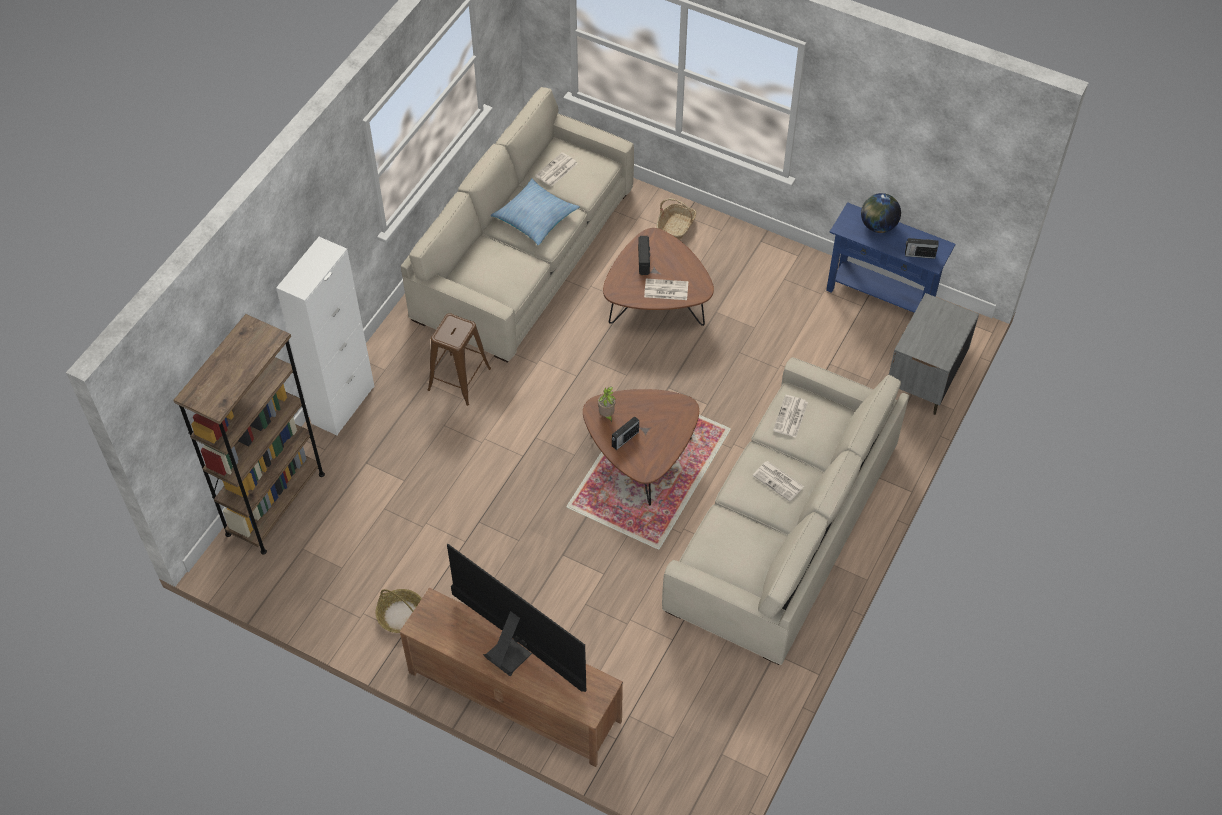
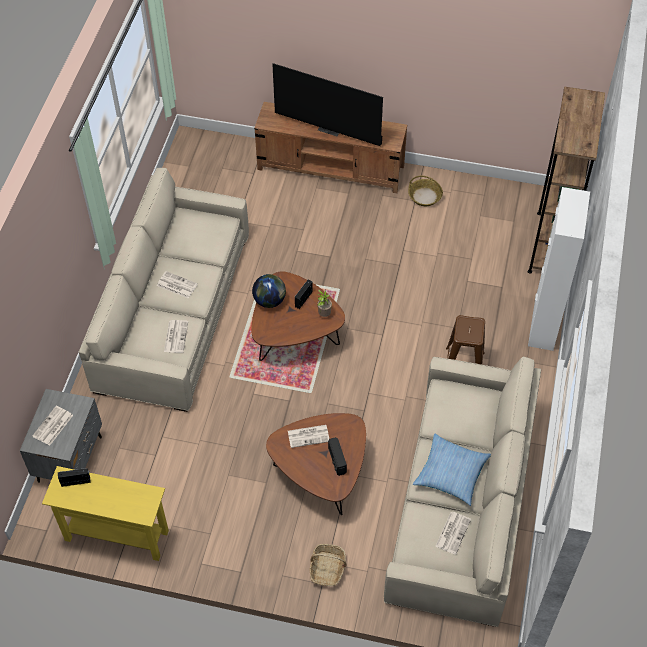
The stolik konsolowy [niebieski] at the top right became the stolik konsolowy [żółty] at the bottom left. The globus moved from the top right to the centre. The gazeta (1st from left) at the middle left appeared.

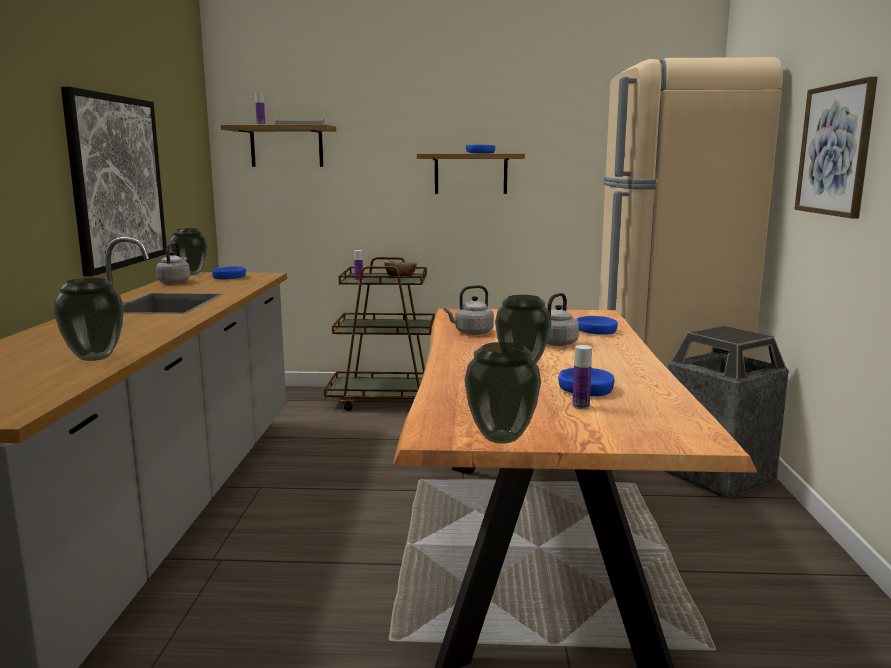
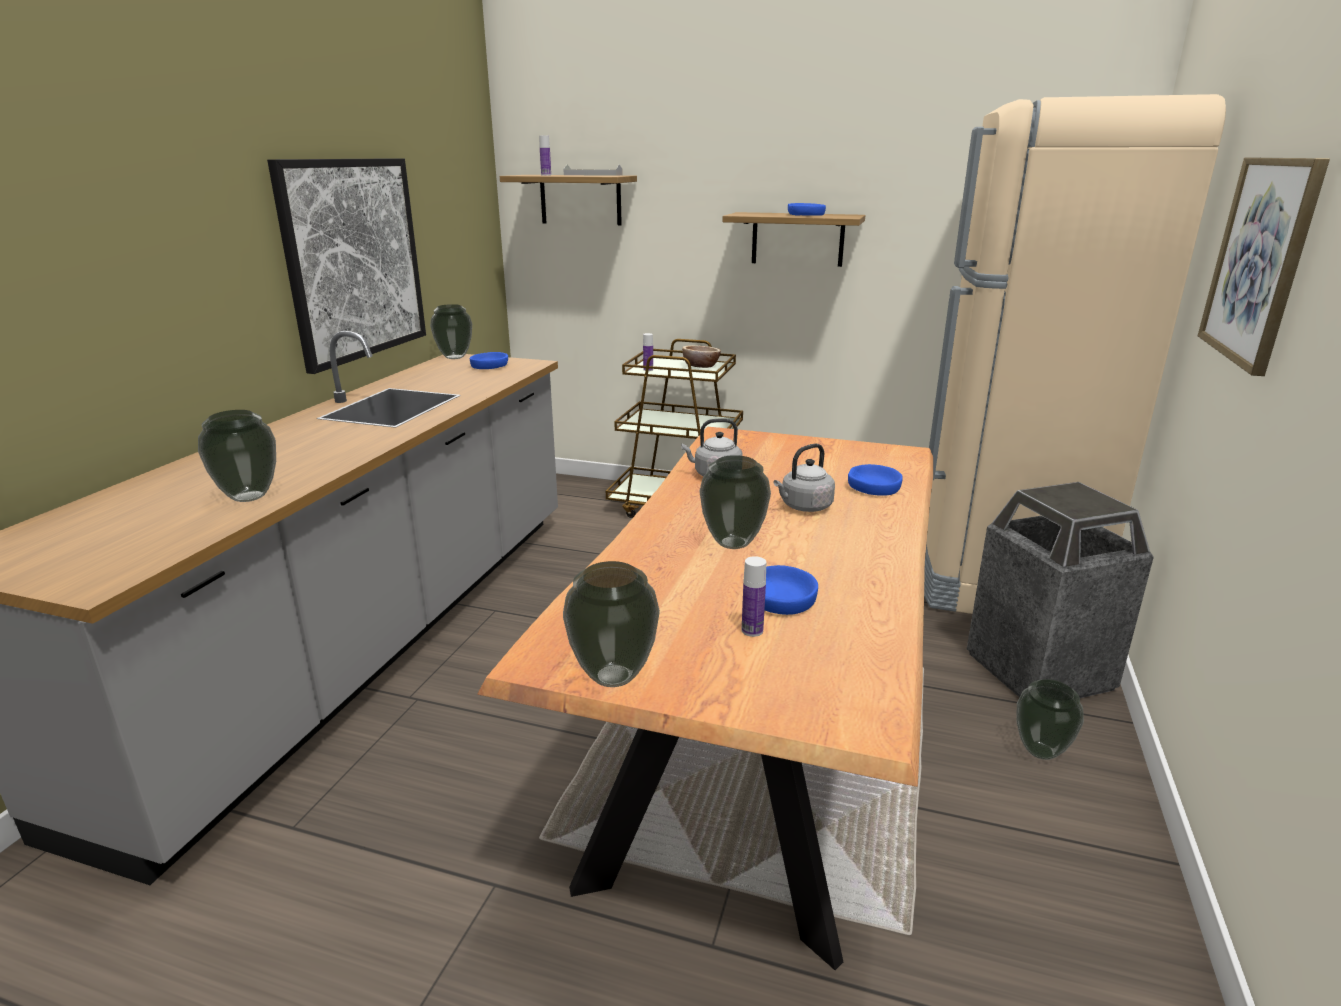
The czajnik [szary] (1st from left) at the middle left disappeared. The wazon (5th from left) at the bottom right appeared.

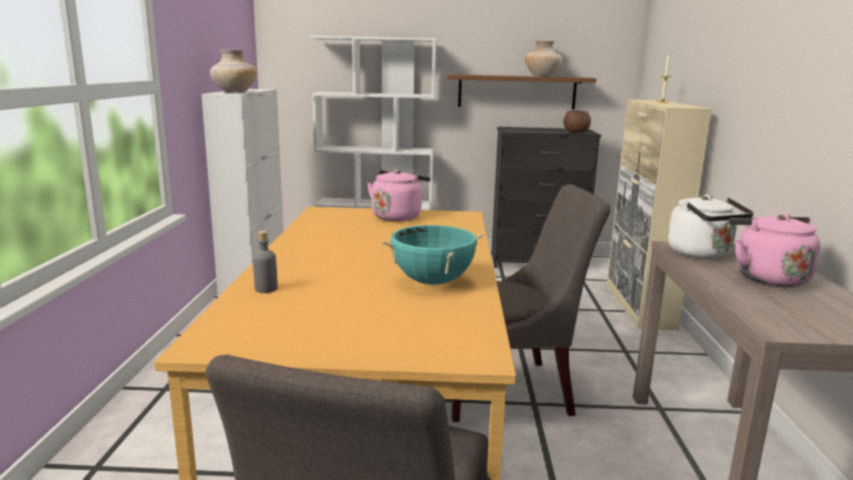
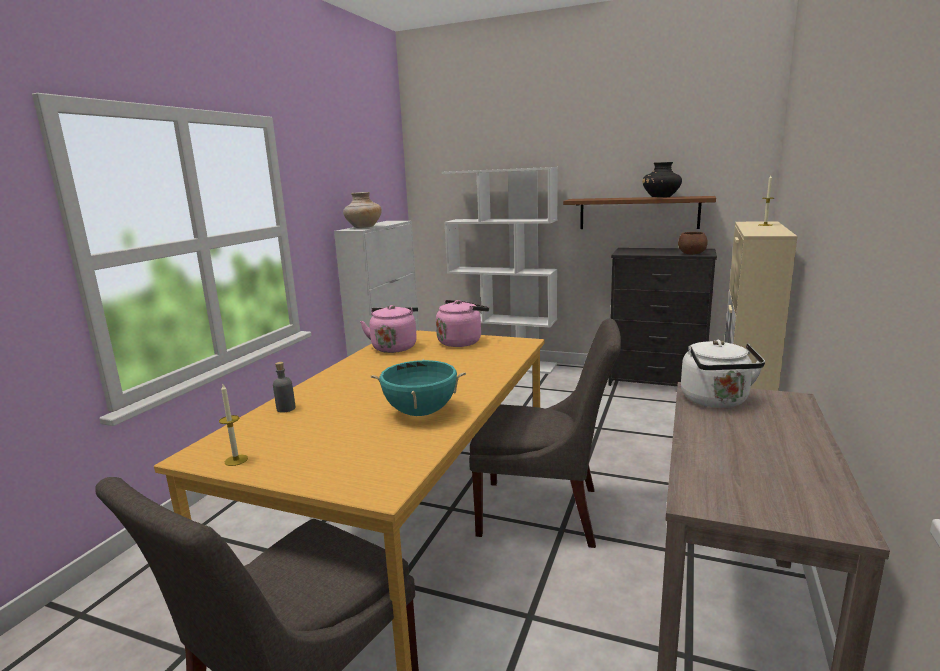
The wazon [beżowy] (2nd from left) at the top centre became the wazon [czarny] at the top right. The czajnik [różowy] (2nd from left in the first image) moved from the middle right to the centre. The świeca (1st from left) at the middle left appeared.

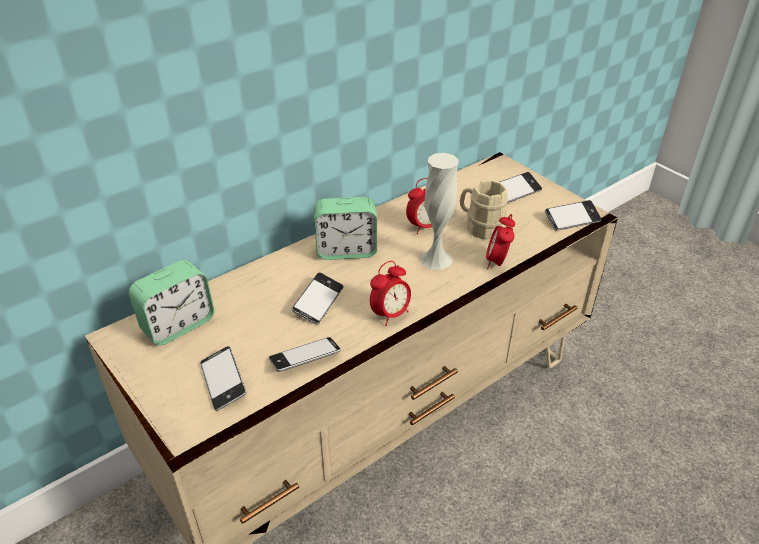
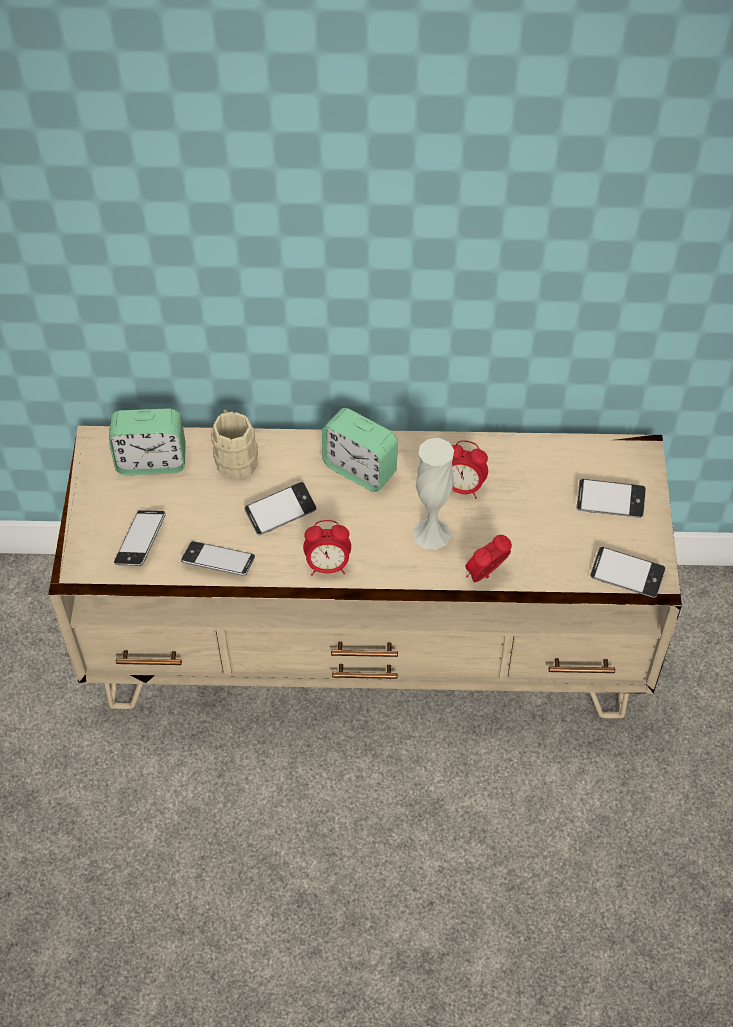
The kubek [beżowy] moved from the centre to the middle left.

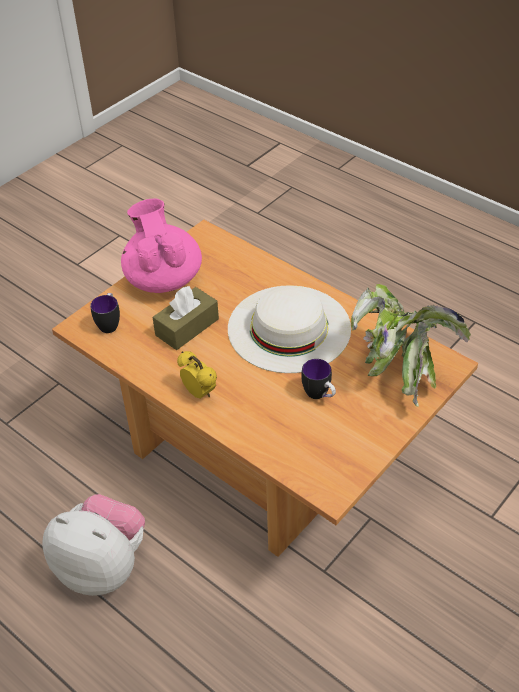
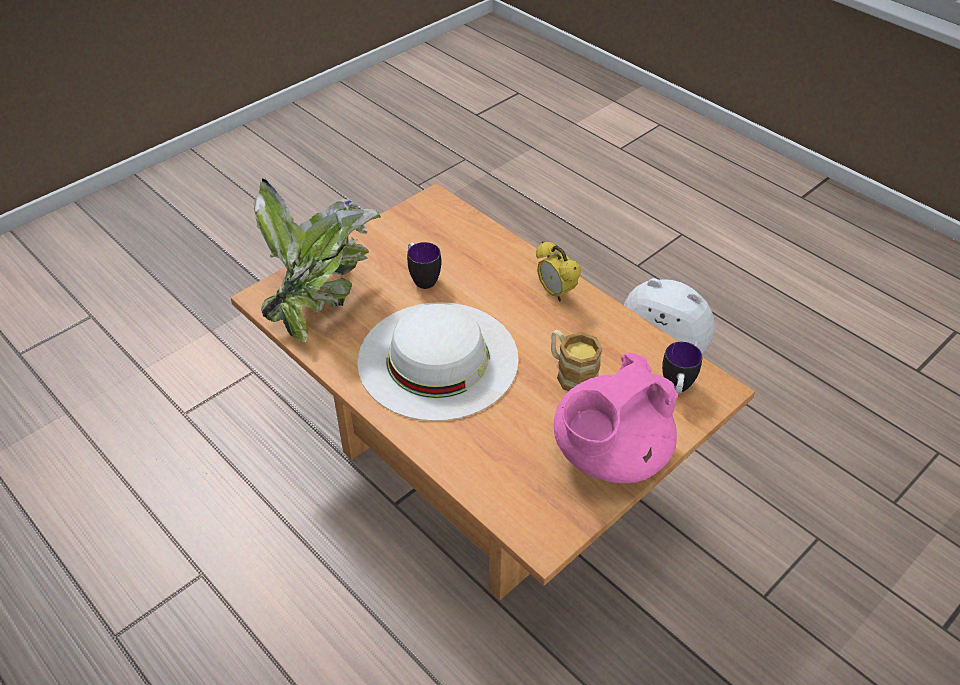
The imbryk [różowy] at the middle left turned 60 degrees clockwise. The pudełko chusteczek [brązowy] at the centre was replaced by the kubek (2nd from left) at the centre.

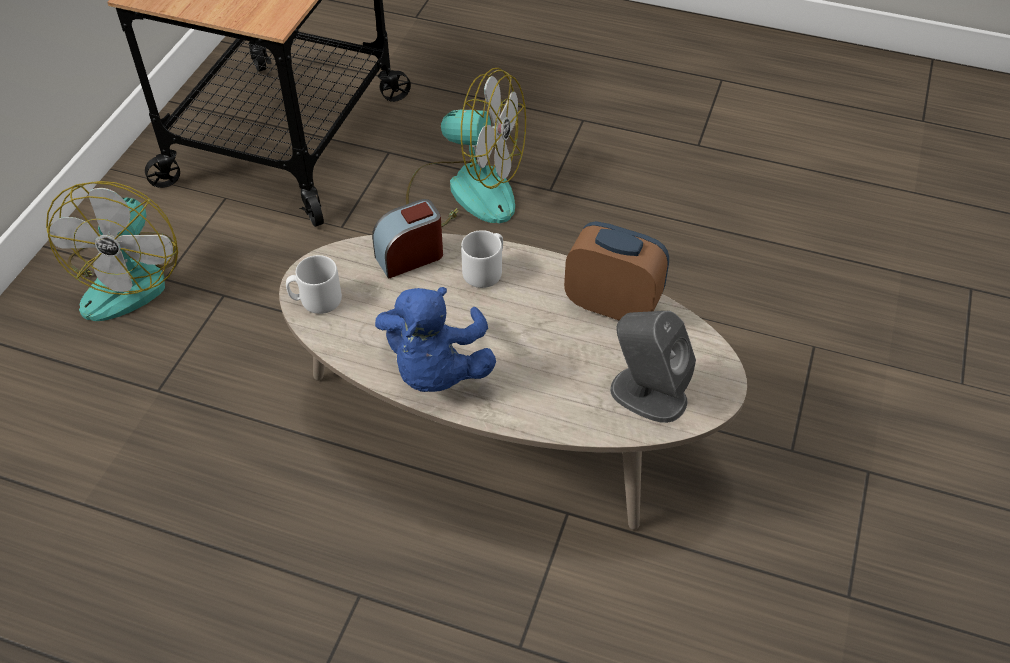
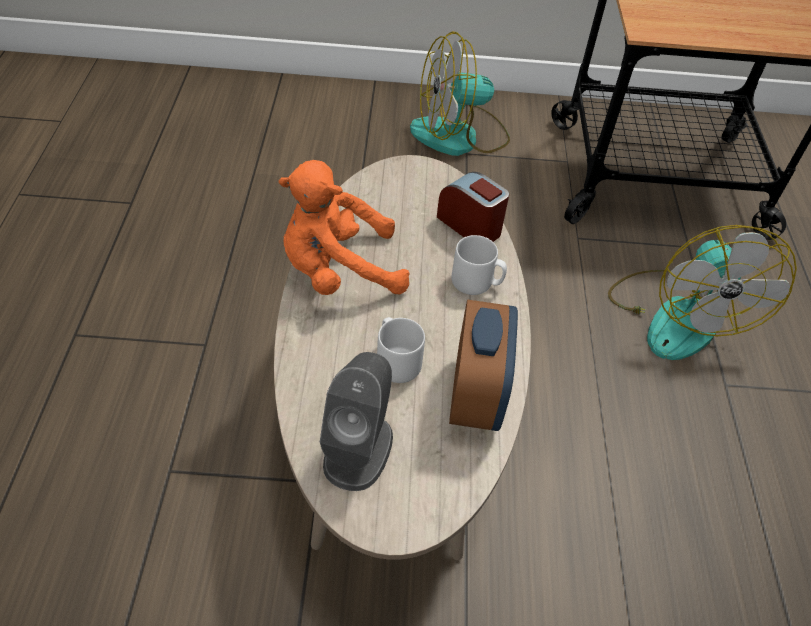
The kubek [szary] (1st from left) moved from the middle left to the centre. The pluszak [niebieski] at the centre became the pluszak [pomarańczowy] at the centre.

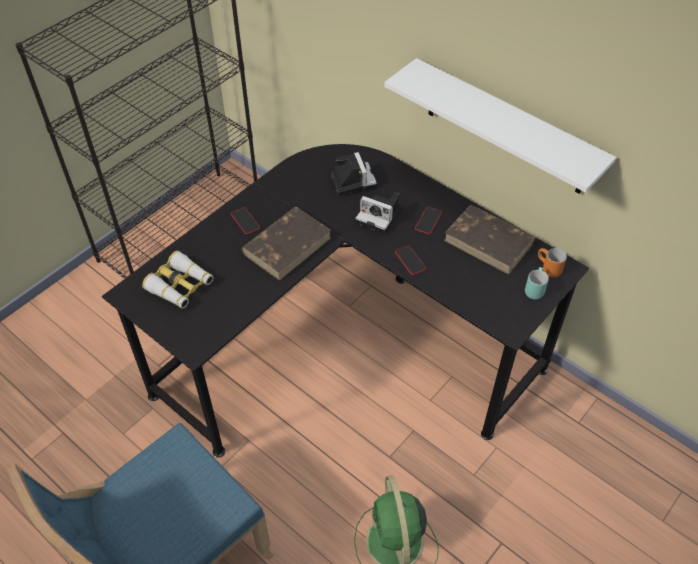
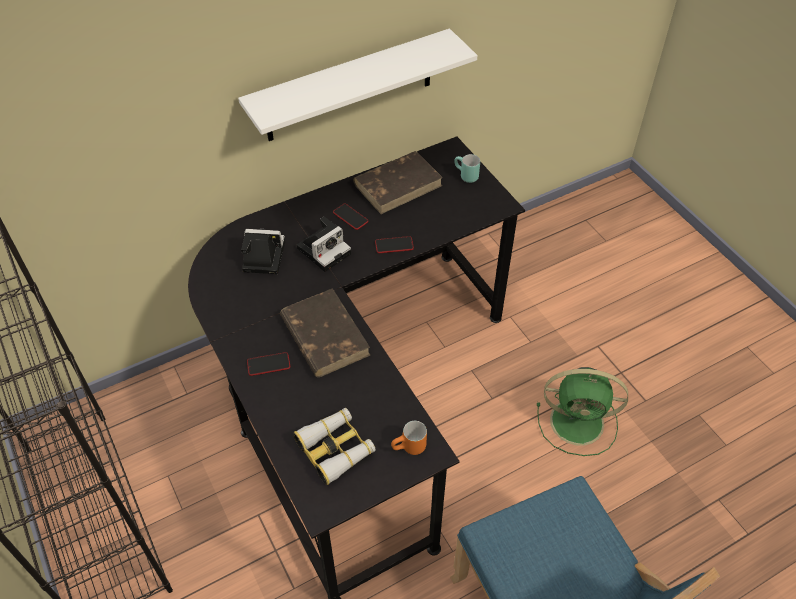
The kubek [pomarańczowy] moved from the middle right to the bottom centre.

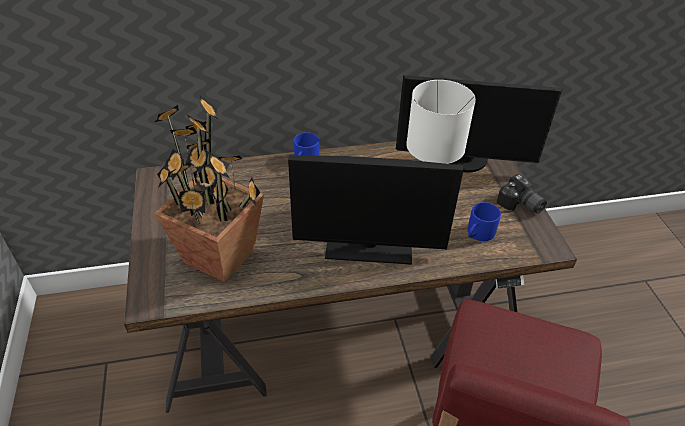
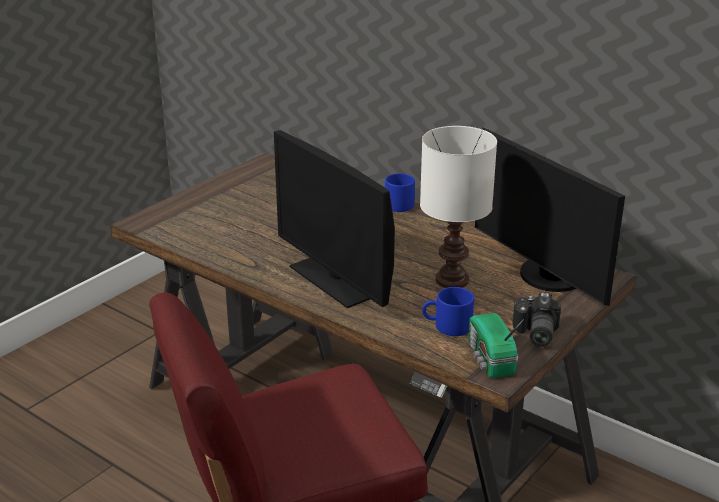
The roślina doniczkowa at the middle left disappeared. The radio at the bottom right appeared.

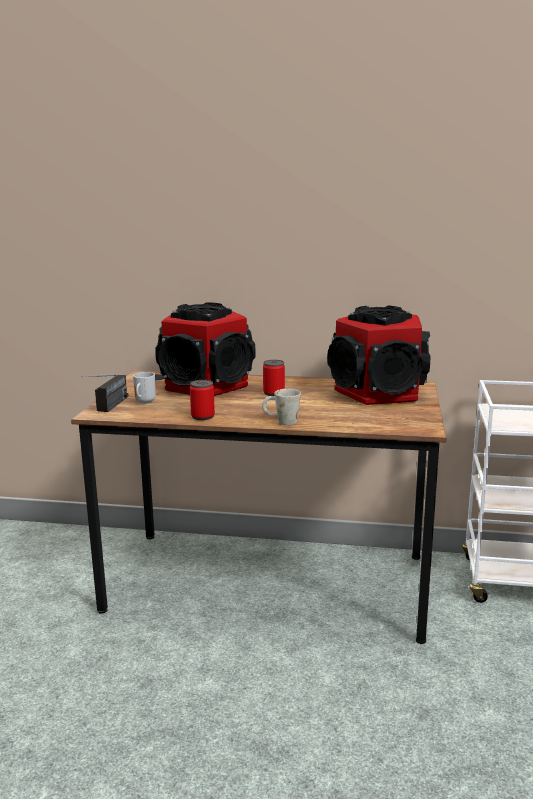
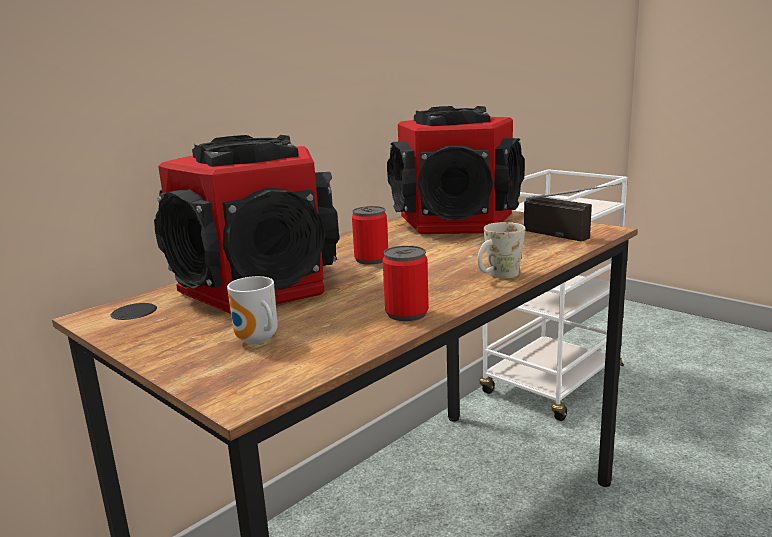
The radio moved from the middle left to the middle right.

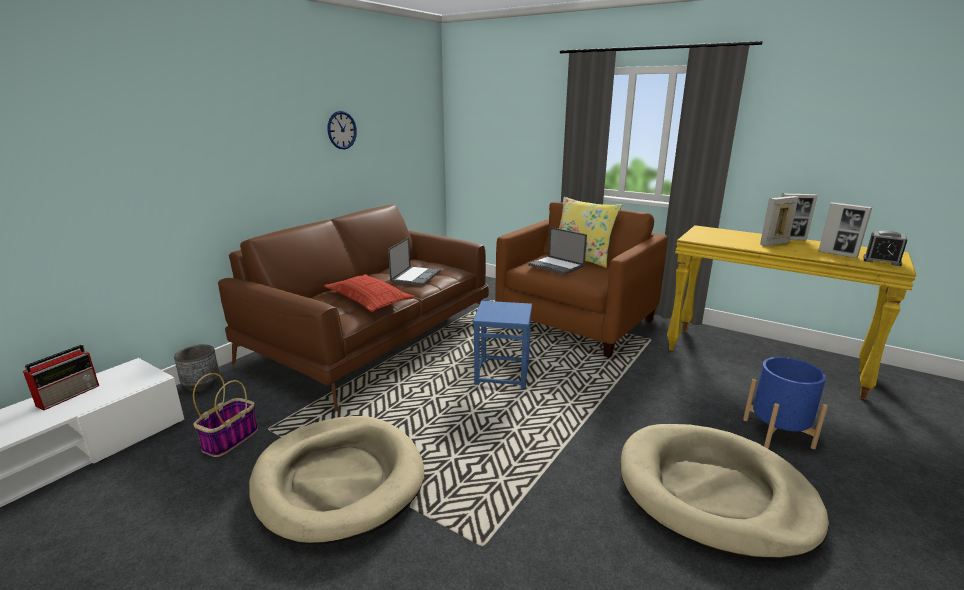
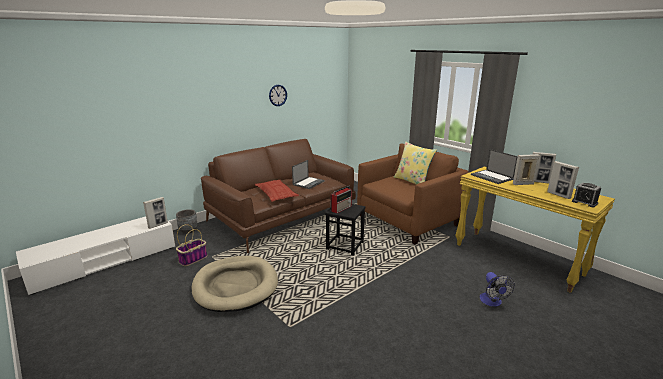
The radio moved from the middle left to the centre. The stołek [niebieski] at the centre became the stołek [czarny] at the centre. The laptop (2nd from left) moved from the centre to the middle right. The legowisko [beżowy] (2nd from left) at the bottom right disappeared. The donica [niebieski] at the bottom right was replaced by the wentylator at the bottom right. The ramka na zdjęcie (1st from left) at the middle left appeared.

